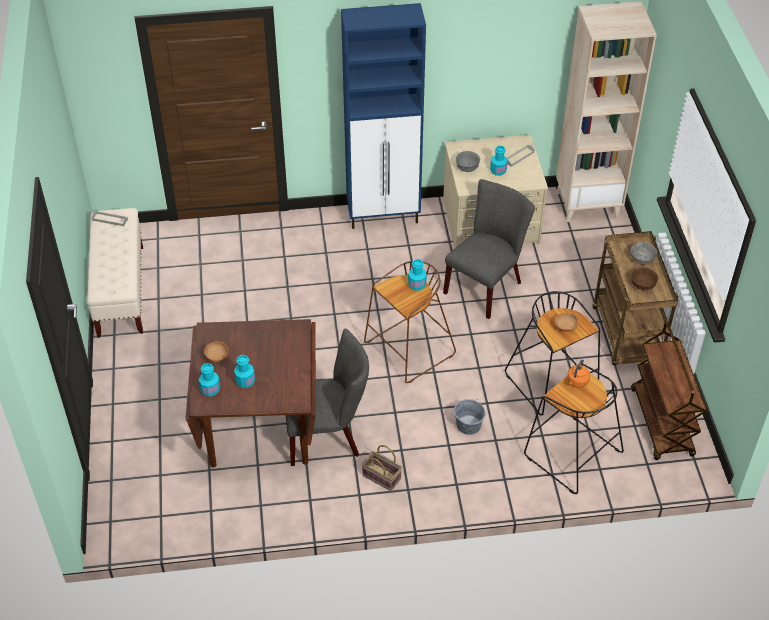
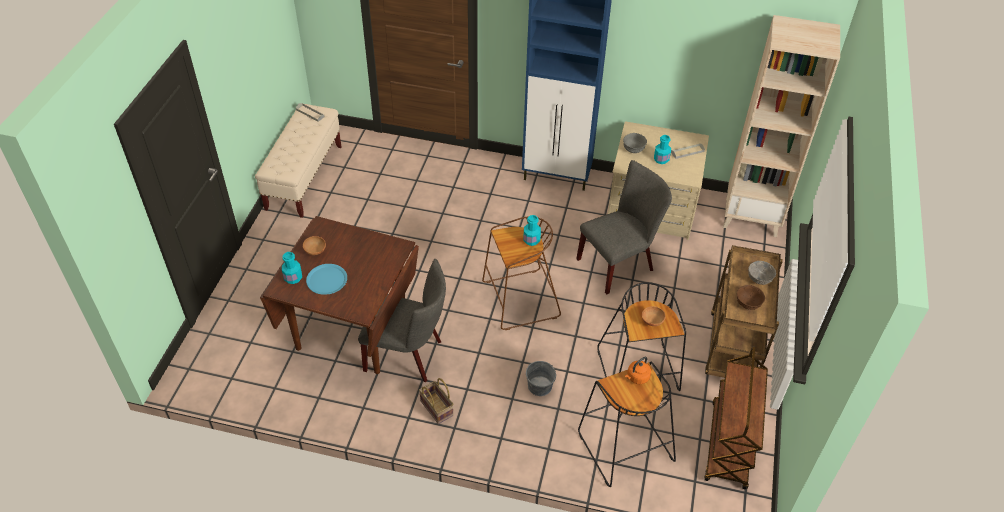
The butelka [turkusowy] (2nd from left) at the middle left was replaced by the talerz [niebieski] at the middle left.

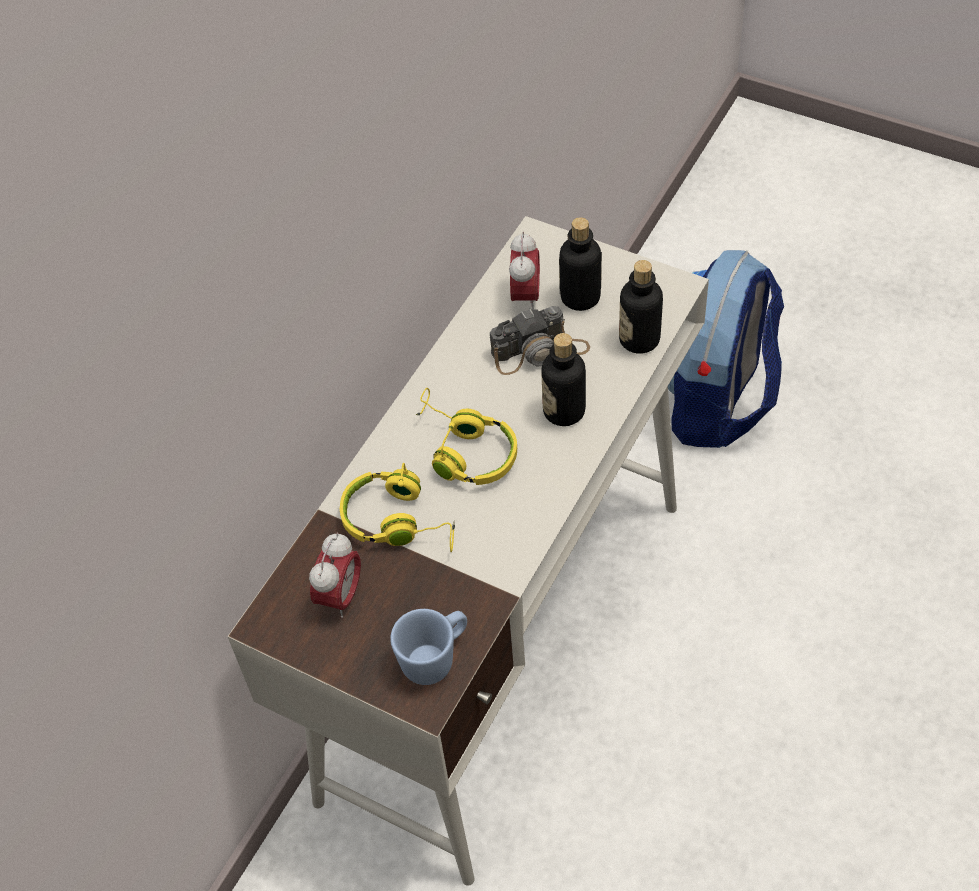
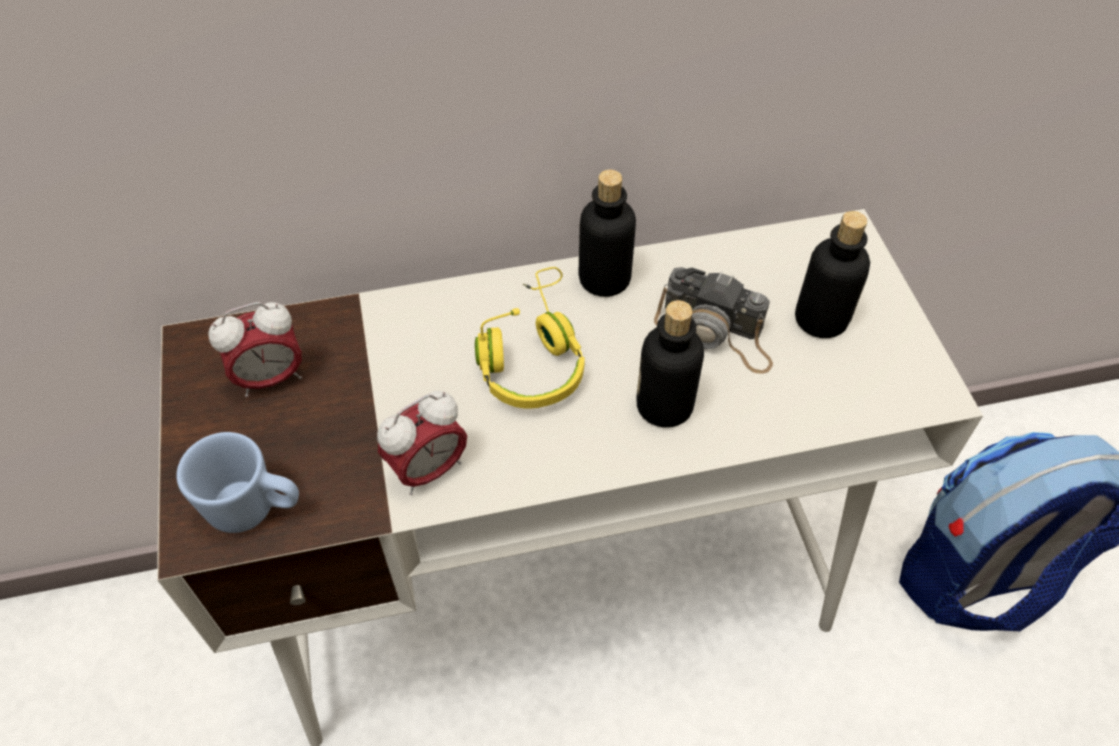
The słuchawki [żółty] (1st from left) at the centre disappeared. The budzik (2nd from left) moved from the top centre to the centre. The butelka (3rd from left in the first image) moved from the centre to the top centre.

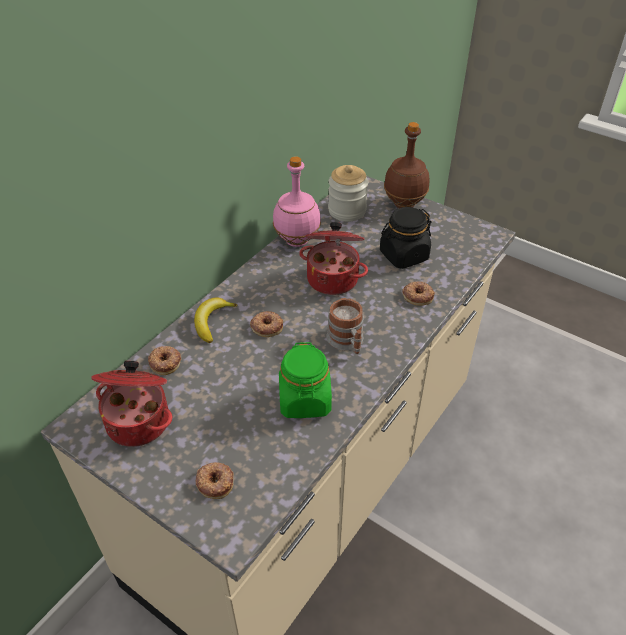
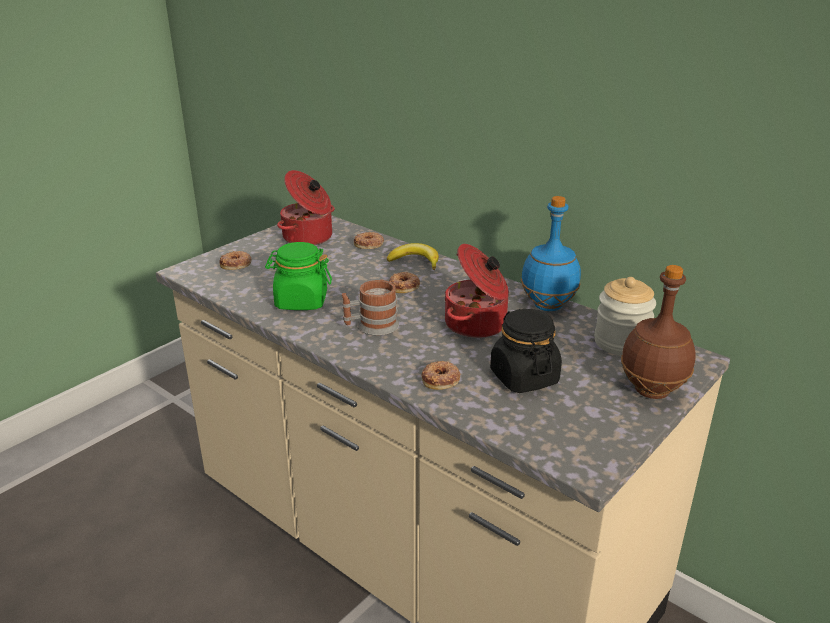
The butelka [różowy] at the top centre became the butelka [niebieski] at the centre.

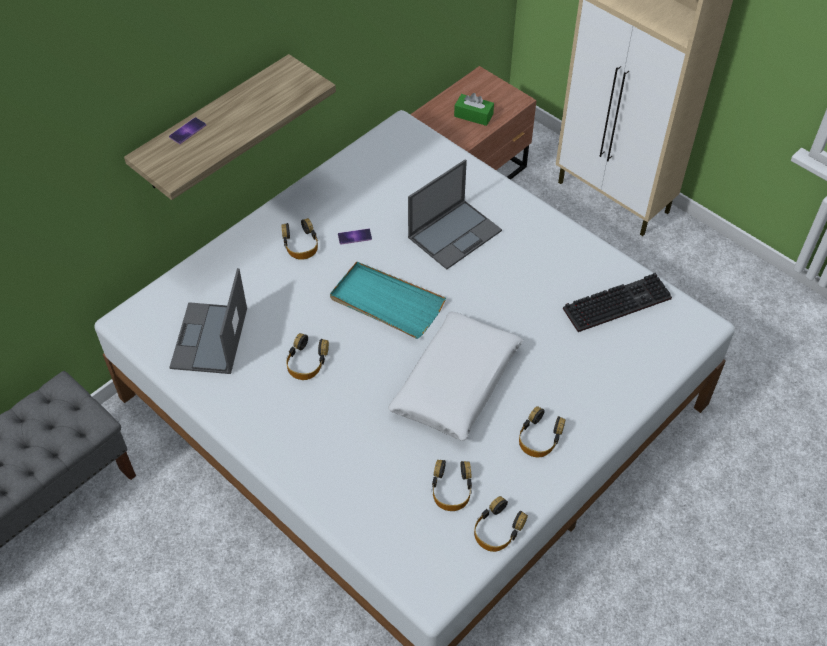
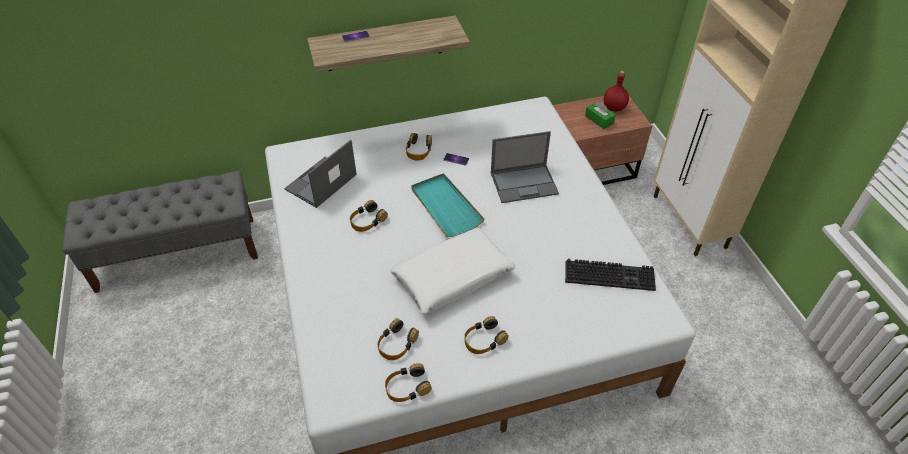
The butelka [czerwony] at the top right appeared.

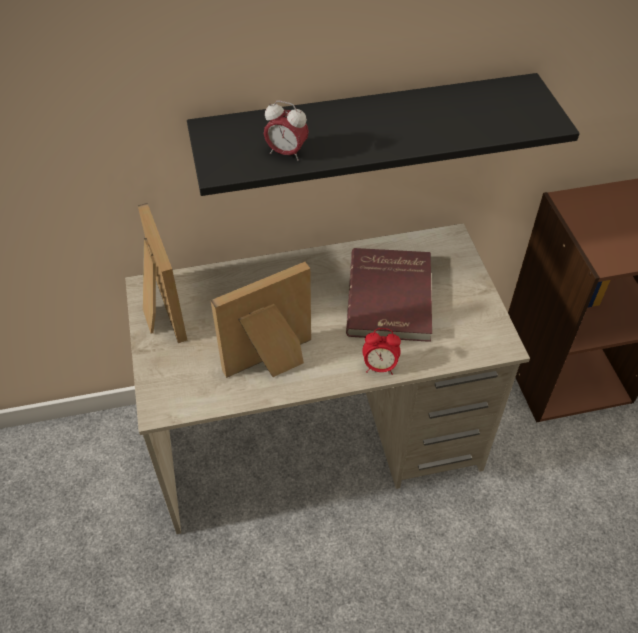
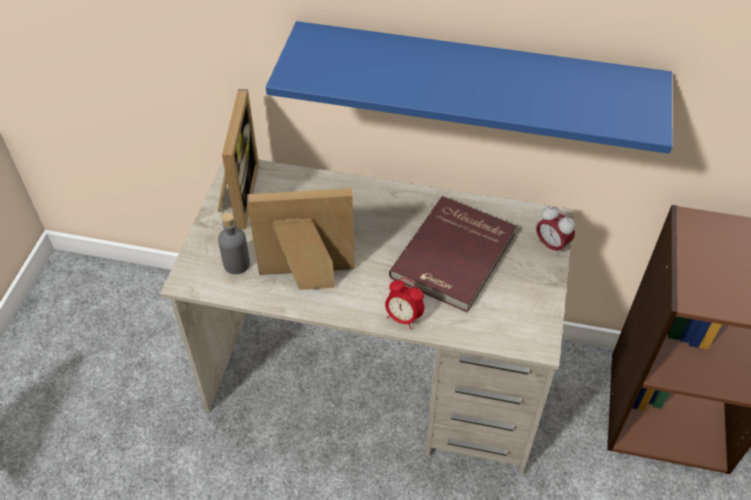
The półka [czarny] at the top centre became the półka [niebieski] at the top centre. The budzik (1st from left in the first image) moved from the top centre to the middle right. The butelka [szary] at the middle left appeared.

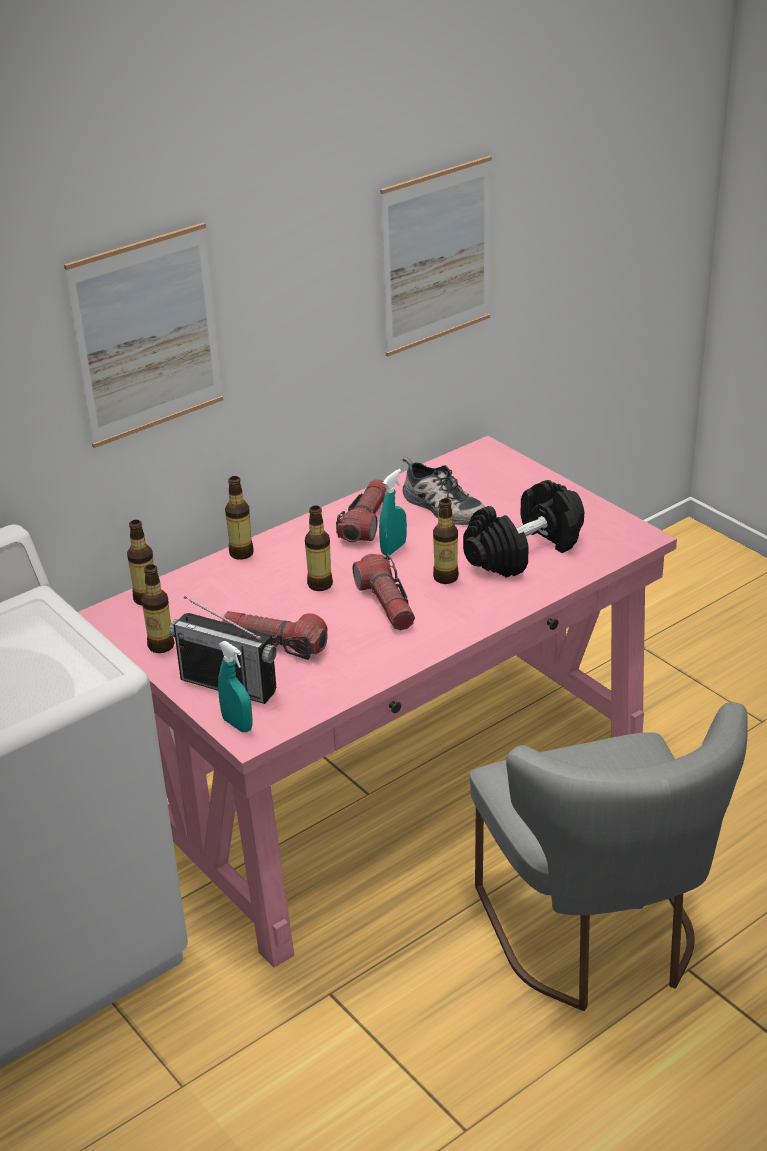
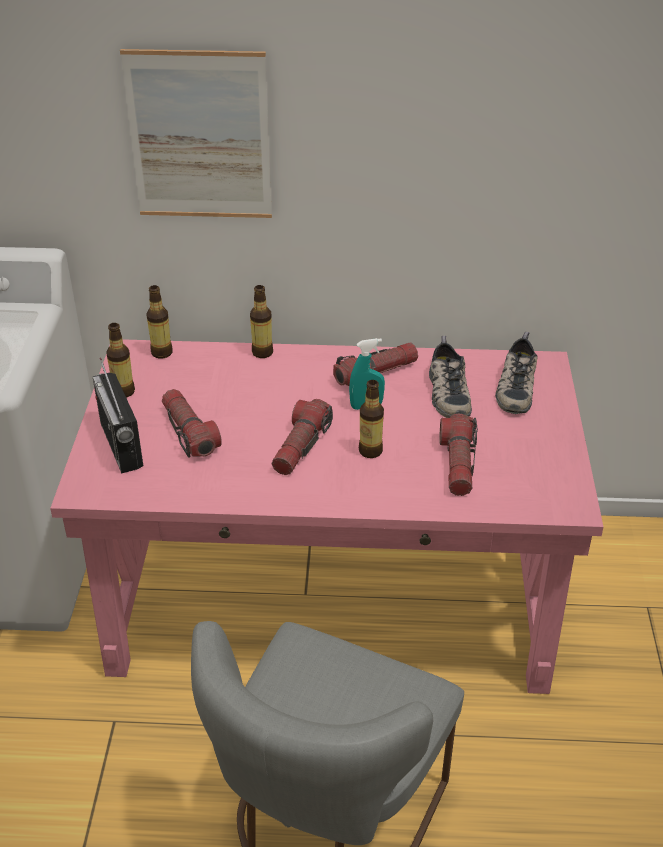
The spryskiwacz [turkusowy] (1st from left) at the middle left disappeared. The butelka (4th from left) at the centre disappeared. The obraz (2nd from left) at the top centre disappeared. The hantel [czarny] at the middle right was replaced by the latarka (4th from left) at the middle right. The but (2nd from left) at the middle right appeared.

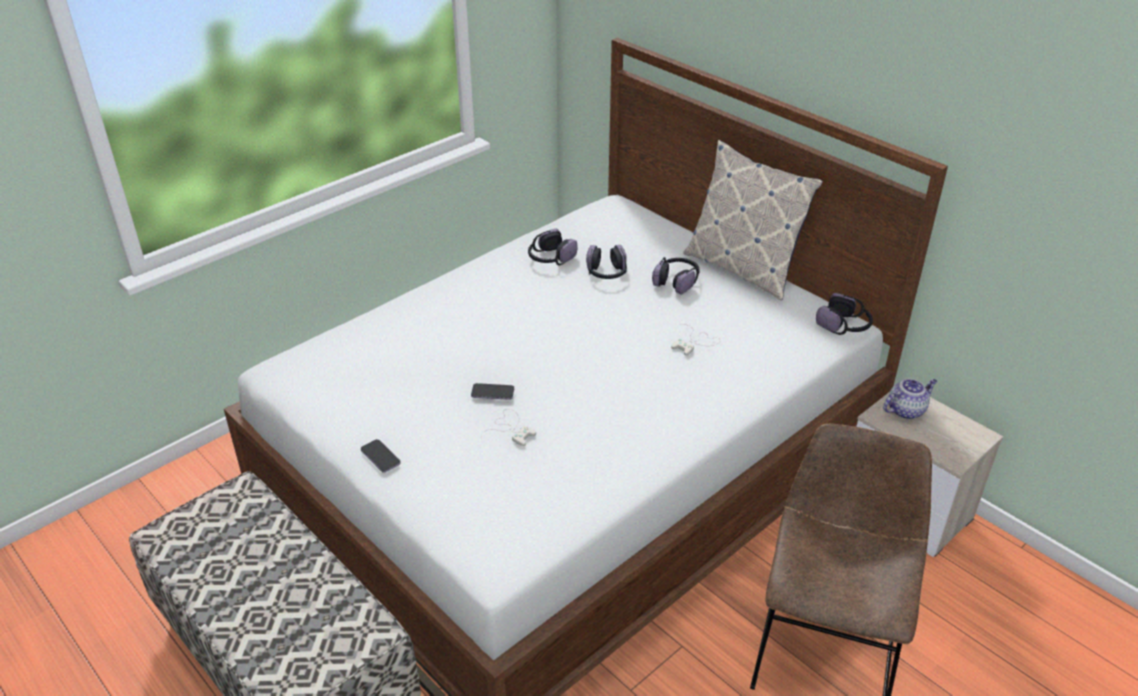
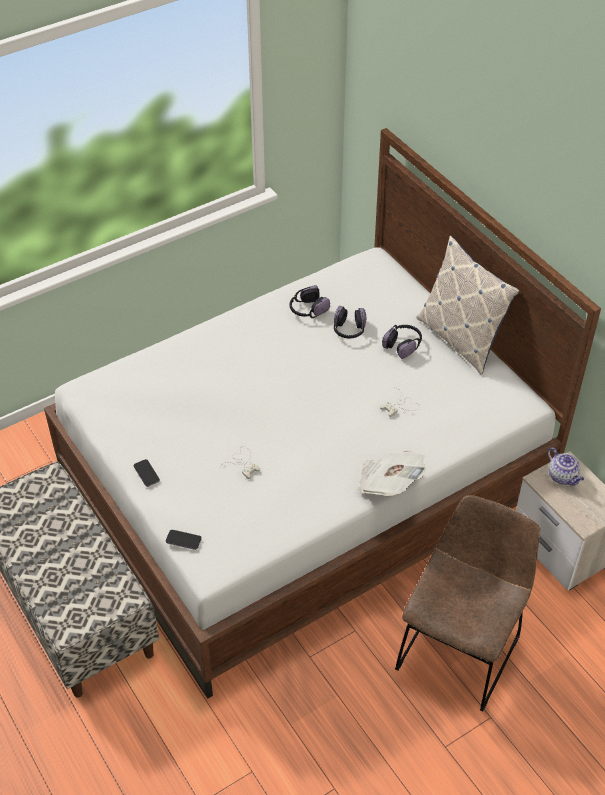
The telefon (2nd from left) moved from the centre to the bottom left. The słuchawki (4th from left) at the middle right disappeared. The imbryk at the middle right turned 75 degrees clockwise. The gazeta at the centre appeared.

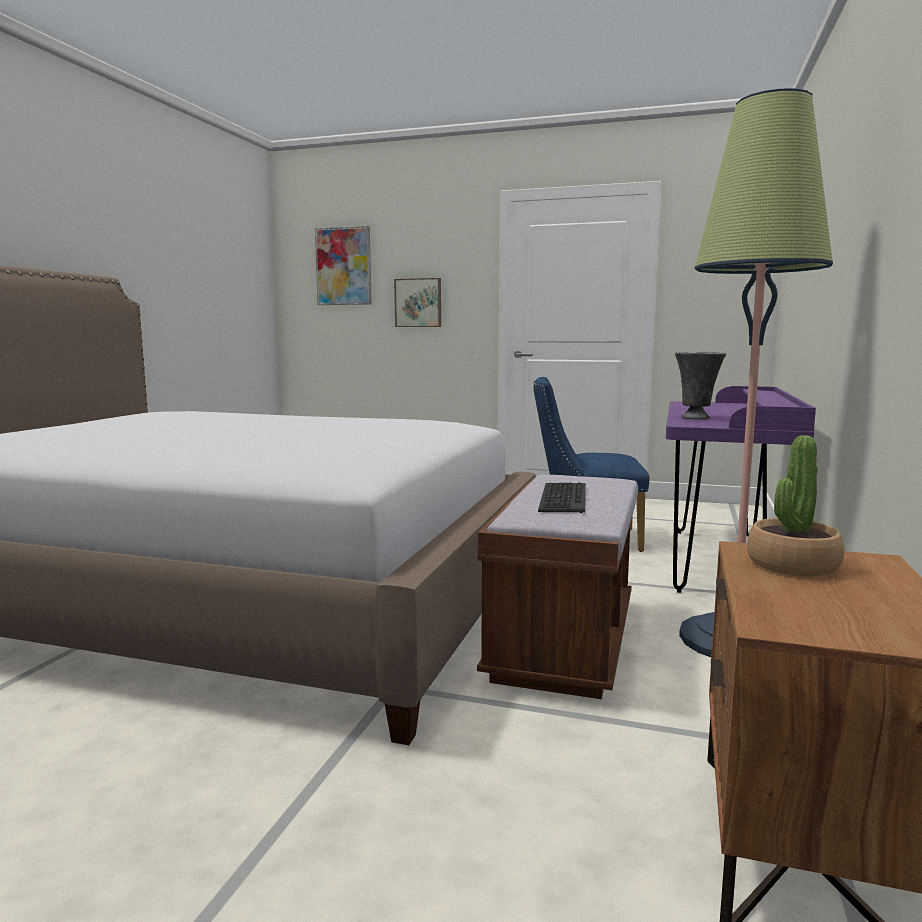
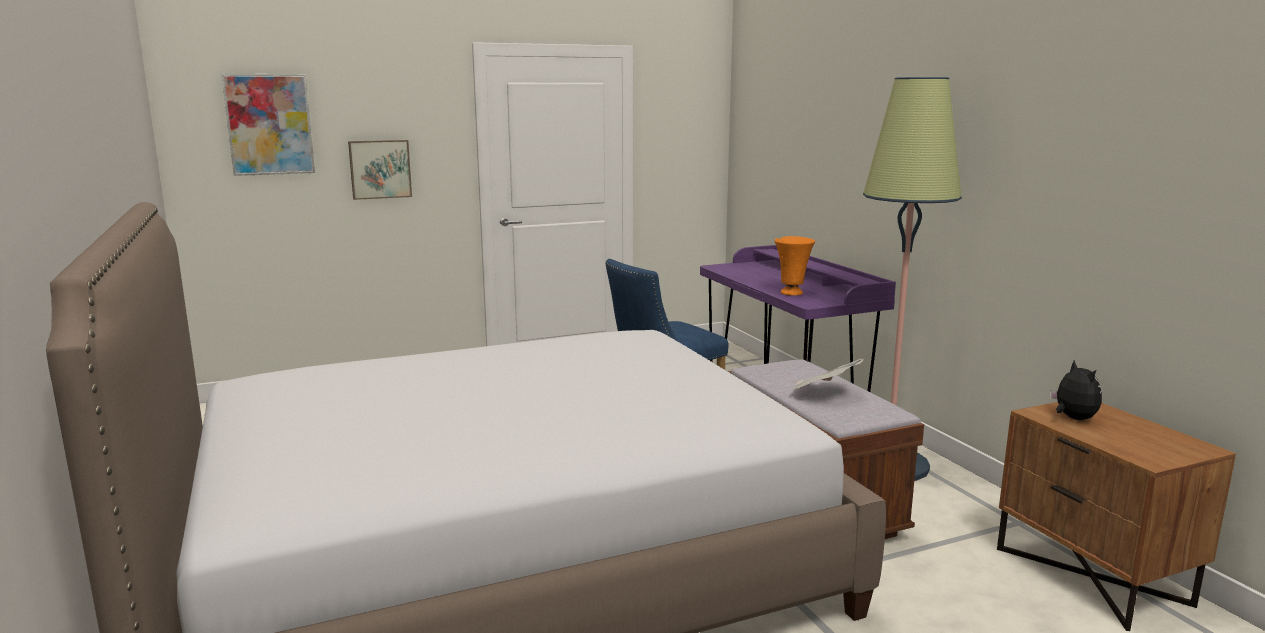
The klawiatura at the centre was replaced by the gazeta at the centre. The wazon [szary] at the middle right became the wazon [pomarańczowy] at the centre. The roślina doniczkowa at the middle right was replaced by the pluszak at the middle right.

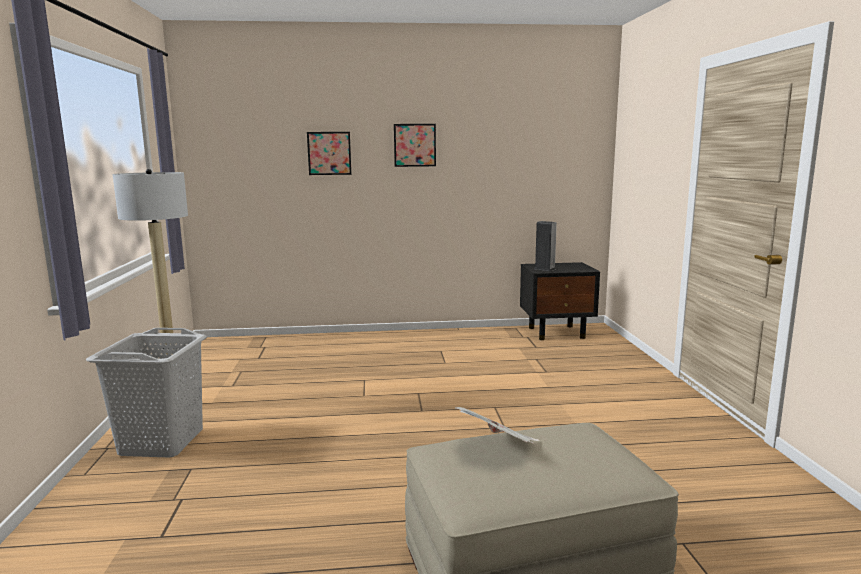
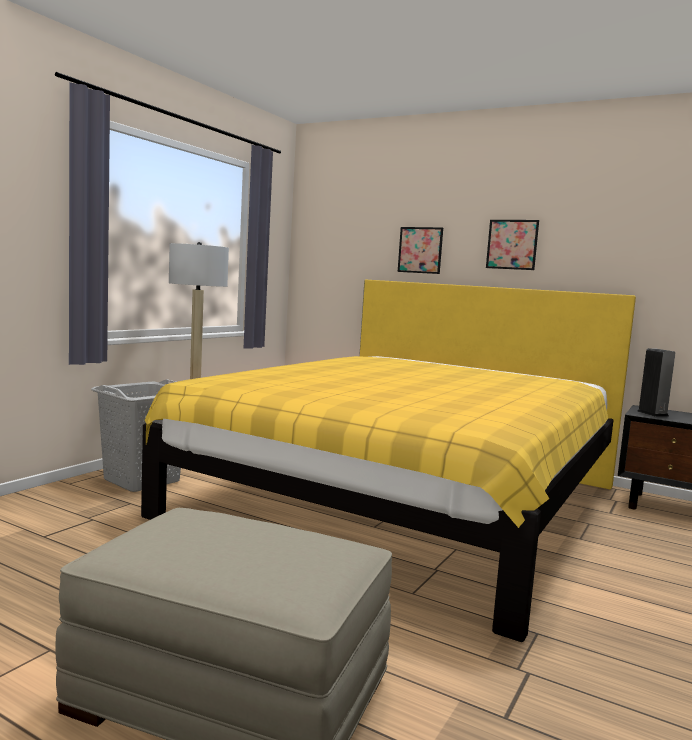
The gazeta at the bottom centre disappeared. The łóżko [żółty] at the centre appeared.

